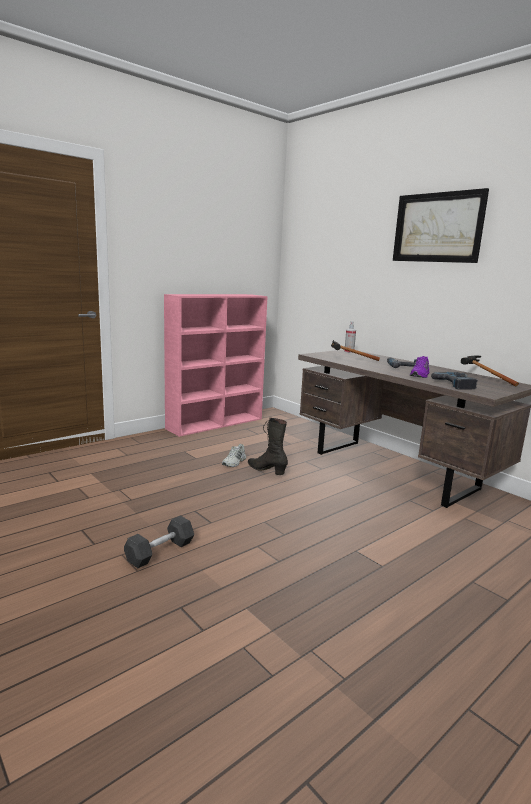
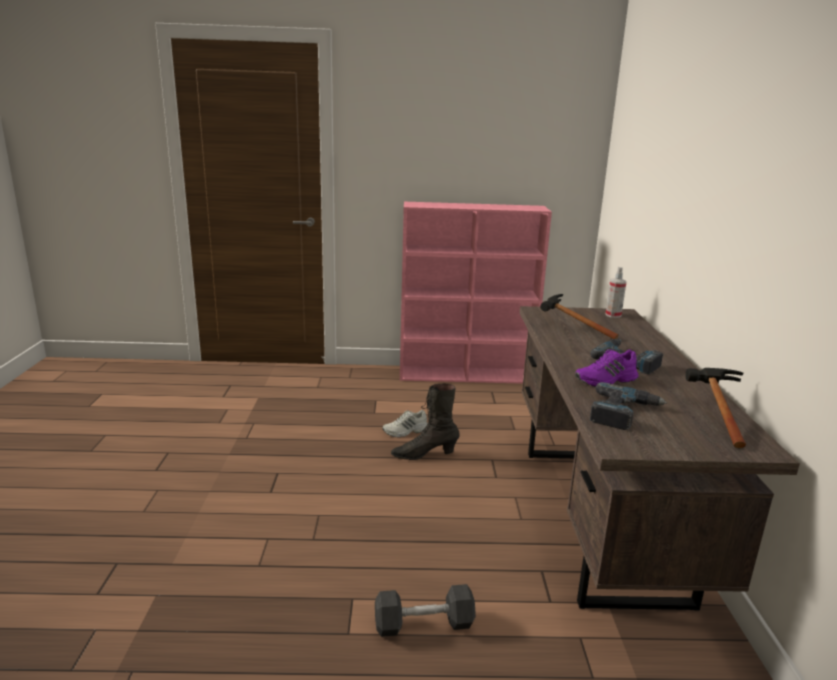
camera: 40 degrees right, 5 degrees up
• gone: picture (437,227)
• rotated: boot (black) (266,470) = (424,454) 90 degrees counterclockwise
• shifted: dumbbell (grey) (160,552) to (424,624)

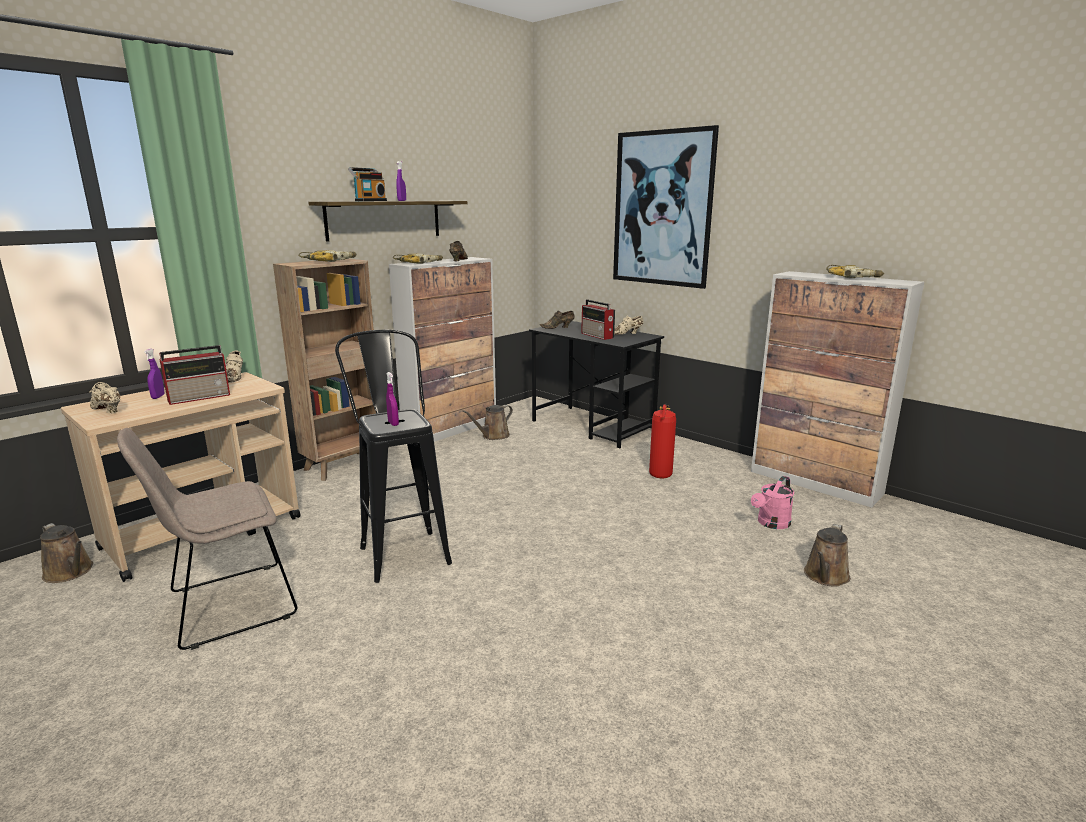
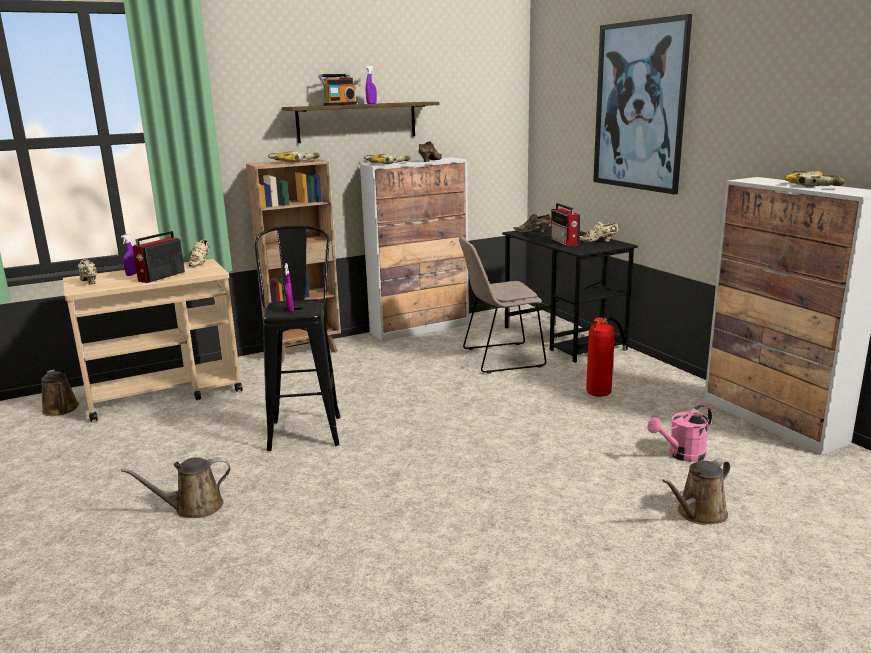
camera: 20 degrees right, 0 degrees up
• rotated: radio (200,397) = (161,277) 135 degrees clockwise
• shifted: watering can (brown) (493,436) to (194,508)
• shifted: chair (beige) (226,606) to (499,358)

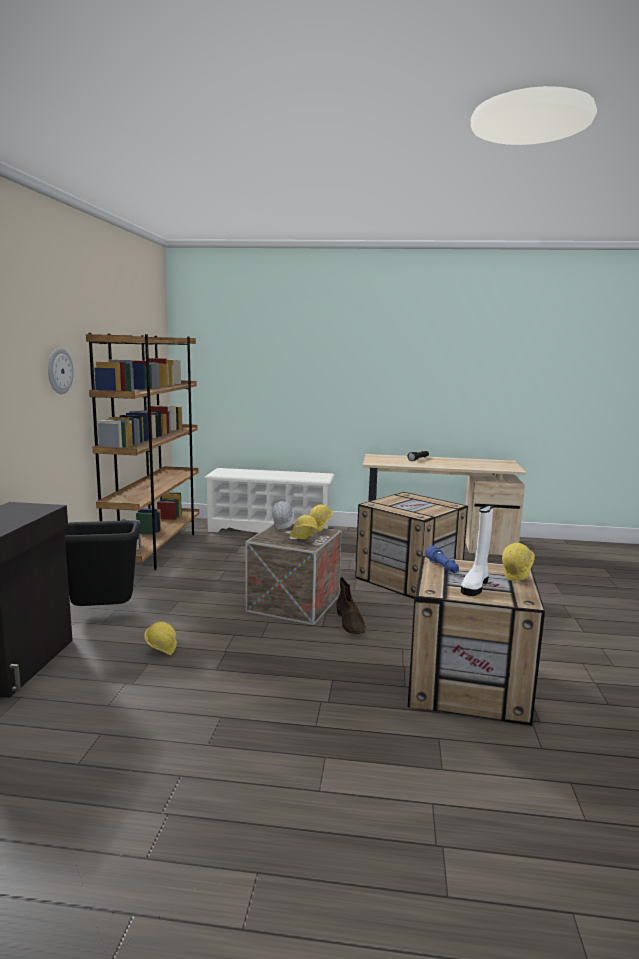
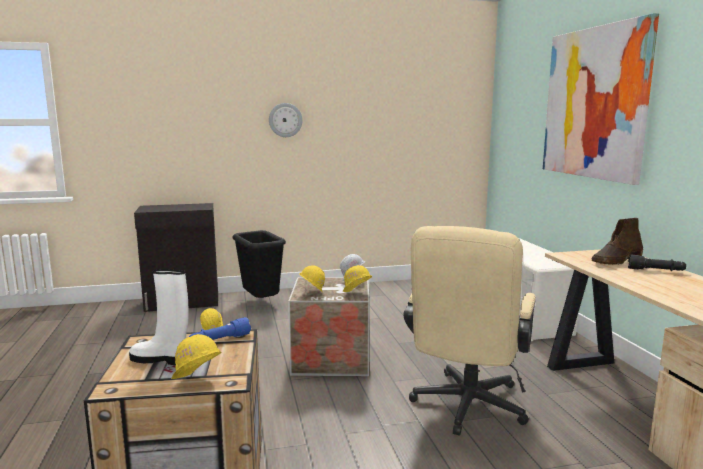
camera: 70 degrees right, 0 degrees up
• gone: bookcase (brown) (155,549)
• swapped: crate (408,578) to office chair (beige) (466,409)
• shifted: boot (brown) (350,623) to (616,261)
• new: picture (594,103)

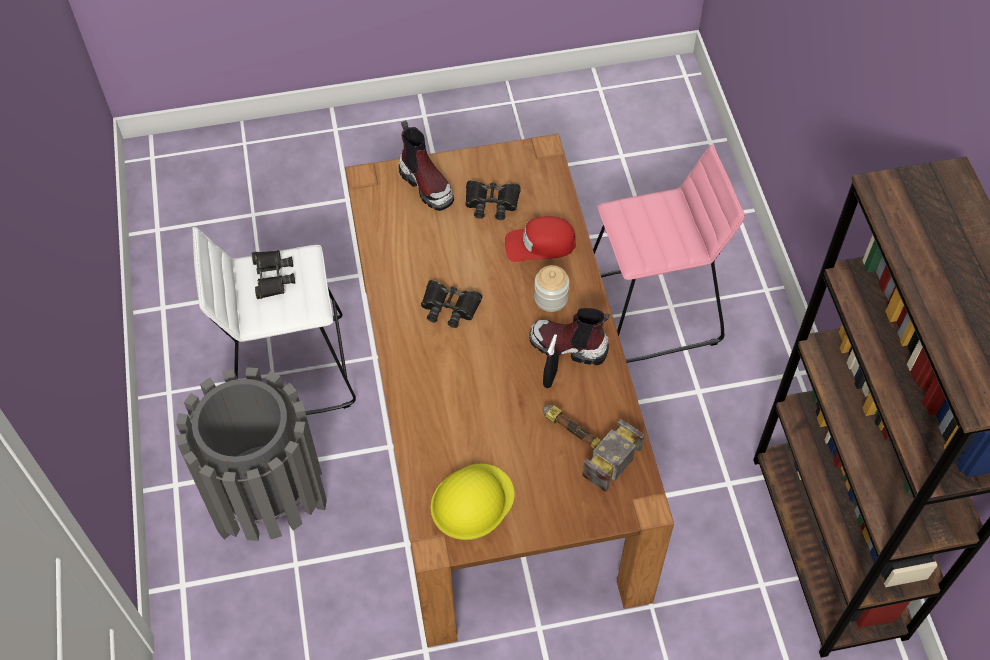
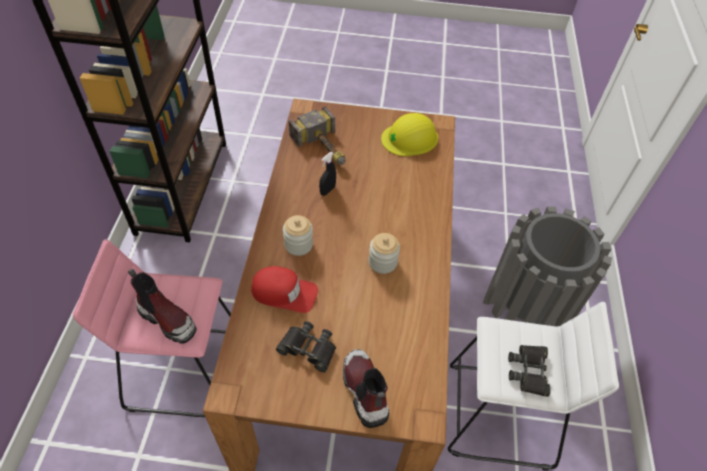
camera: 165 degrees left, 5 degrees down
• swapped: binoculars (black) (450,307) to jar (382,262)
• shifted: boot (568,346) to (168,319)

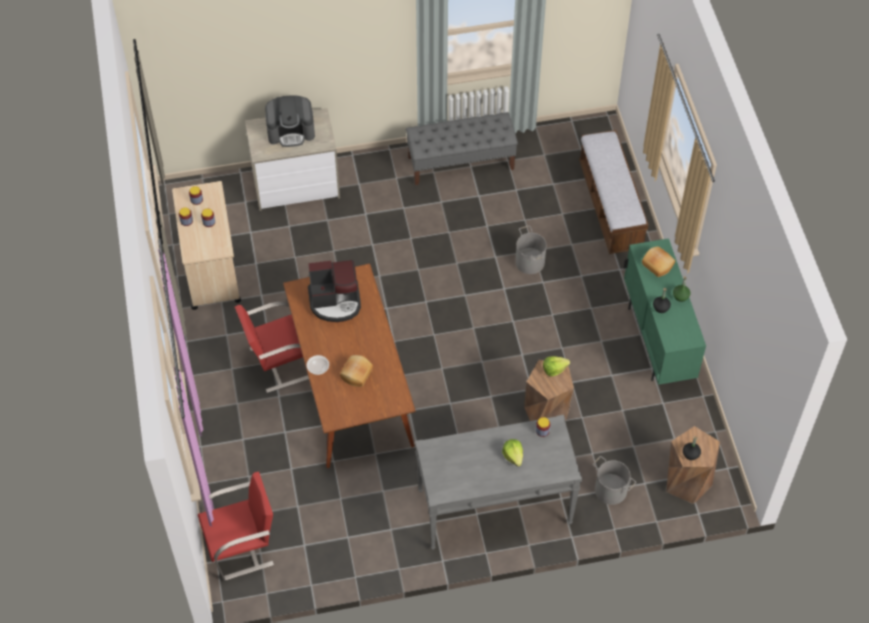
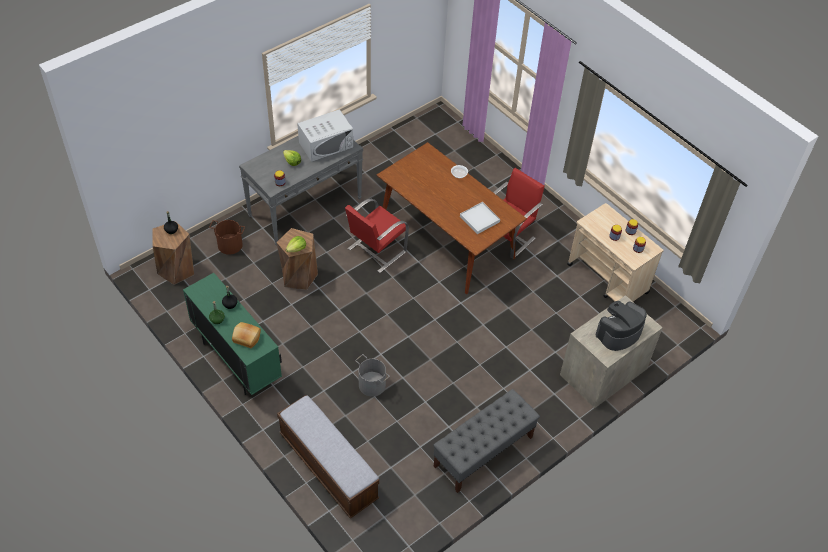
camera: 150 degrees right, 5 degrees down
• swapped: coffee machine (335,302) to tray (white) (479,219)
• gone: bread (356,374)
• repainted: bucket (grey) (610,490) to bucket (brown) (230,244)
• shifted: chair (red) (242,546) to (376,250)
• new: microwave (white) (326,144)

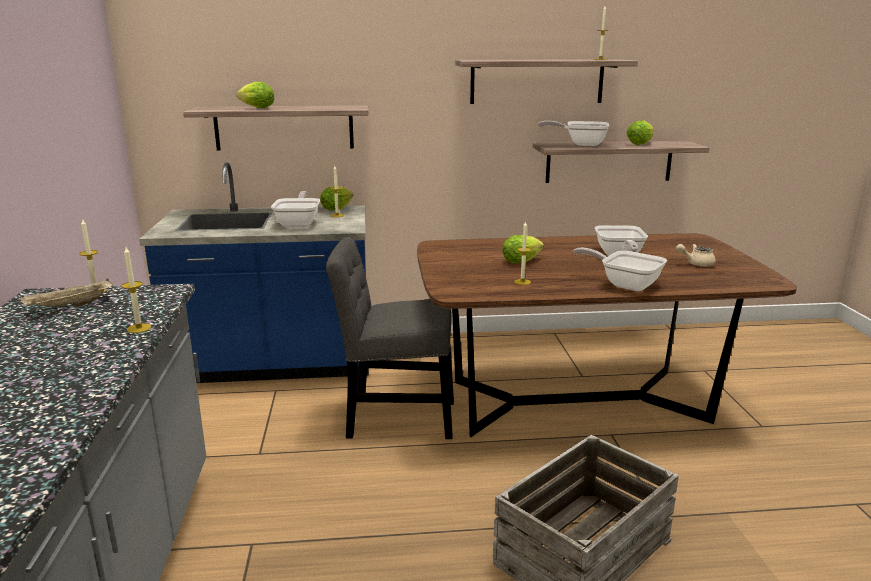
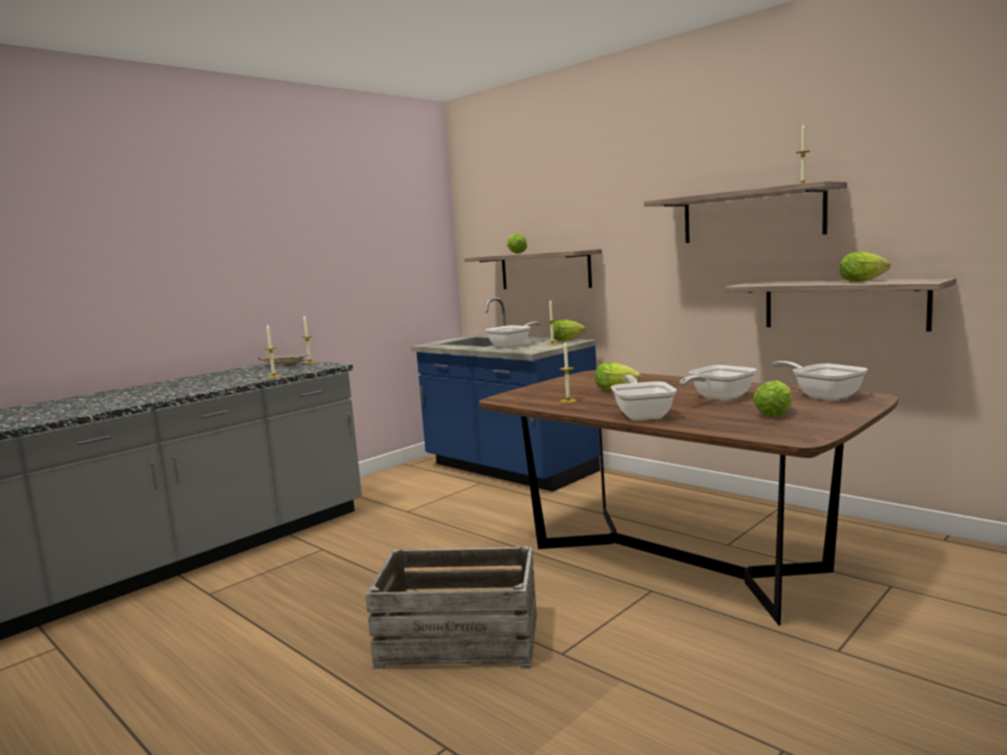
camera: 50 degrees right, 10 degrees down
• shifted: frying pan (581,144) to (823,396)
• gone: chair (grey) (395,418)
• swapped: teapot (beige) (696,264) to lettuce (775,414)

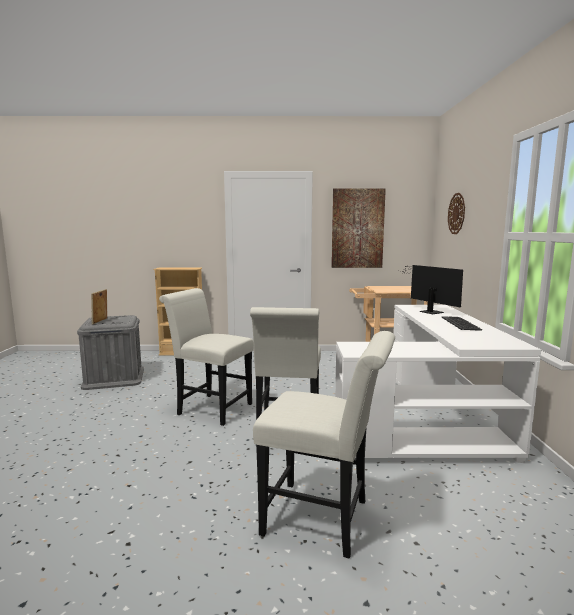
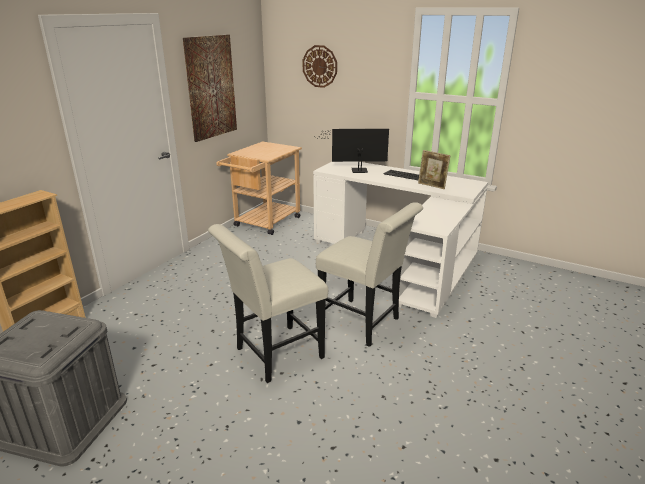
camera: 60 degrees left, 15 degrees up
• shifted: picture frame (100,321) to (432,186)
• gone: chair (white) (324,519)

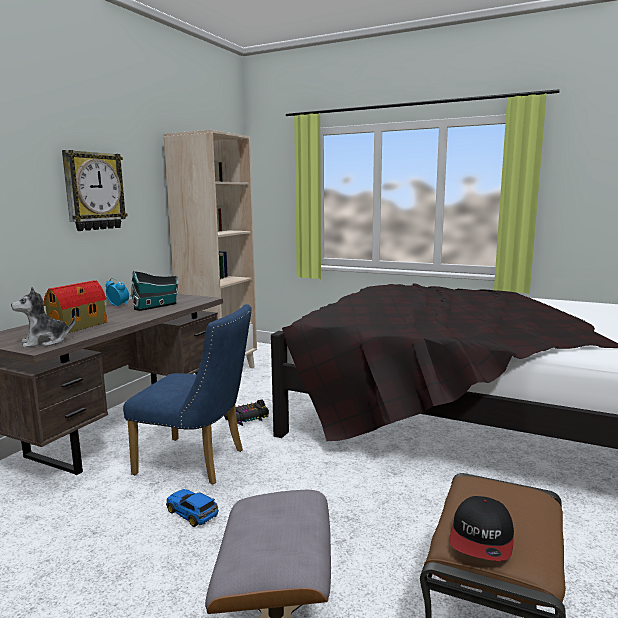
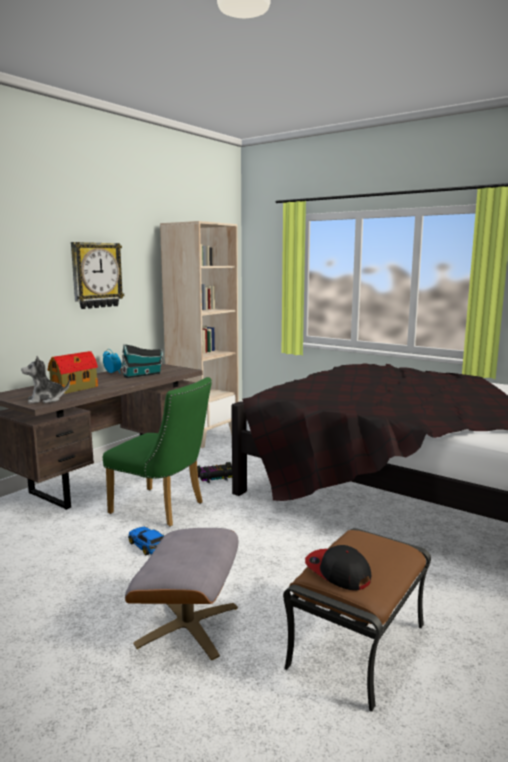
camera: 10 degrees right, 0 degrees up
• repainted: chair (blue) (198,463) to chair (green) (163,509)
• rotated: cap (482,538) = (337,572) 105 degrees clockwise

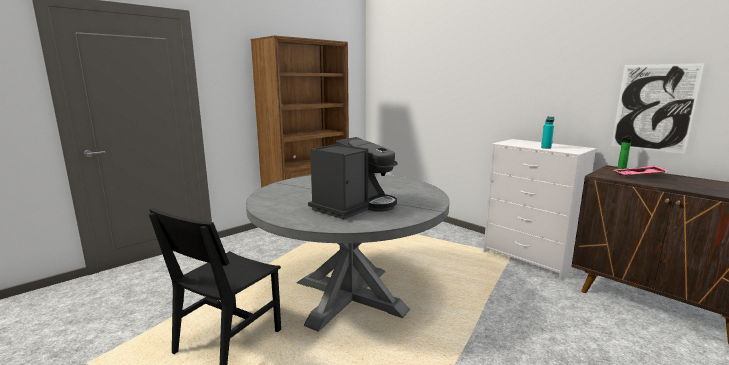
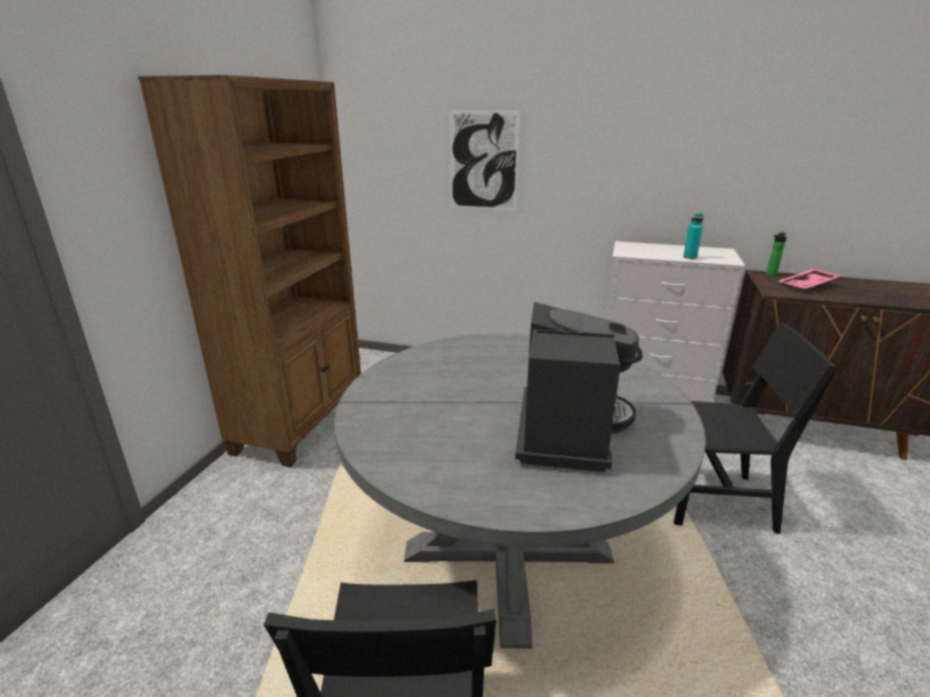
camera: 30 degrees left, 10 degrees up
• shifted: picture (653,108) to (483,161)
• new: chair (black) (713,500)

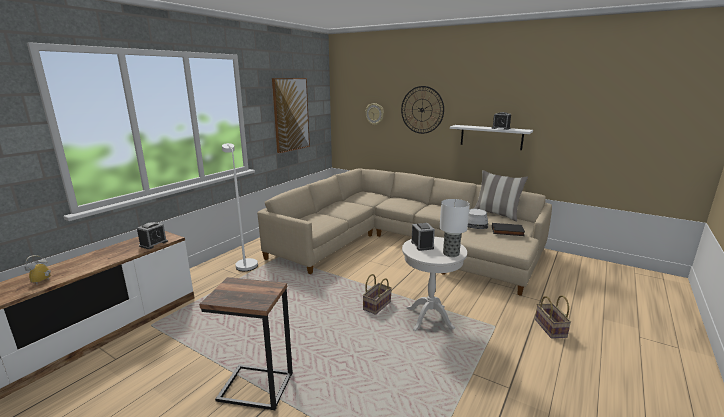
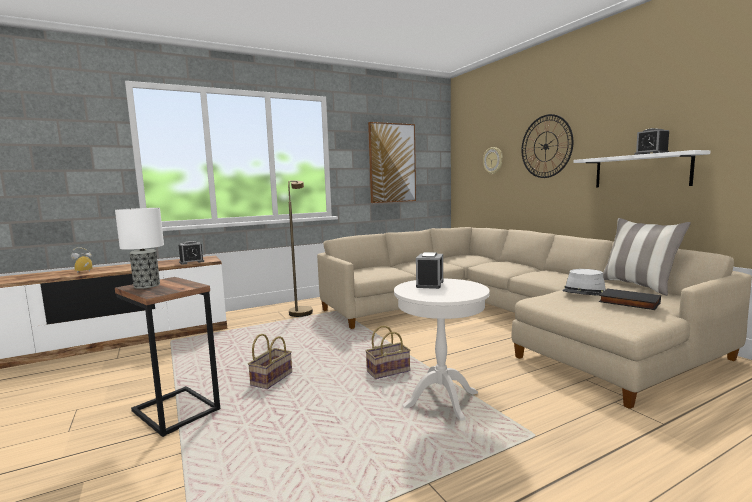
camera: 30 degrees right, 10 degrees down
• repainted: floor lamp (white) (245,264) to floor lamp (brown) (301,311)
• shifted: table lamp (451,254) to (146,286)
• shifted: basket (549,328) to (271,379)

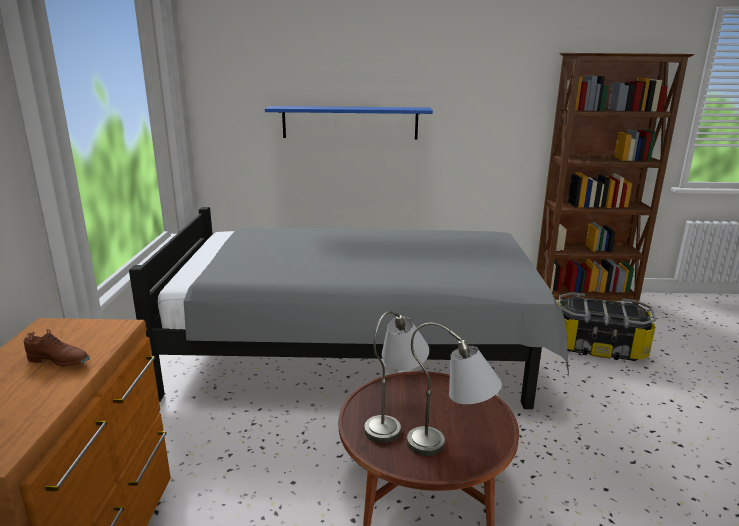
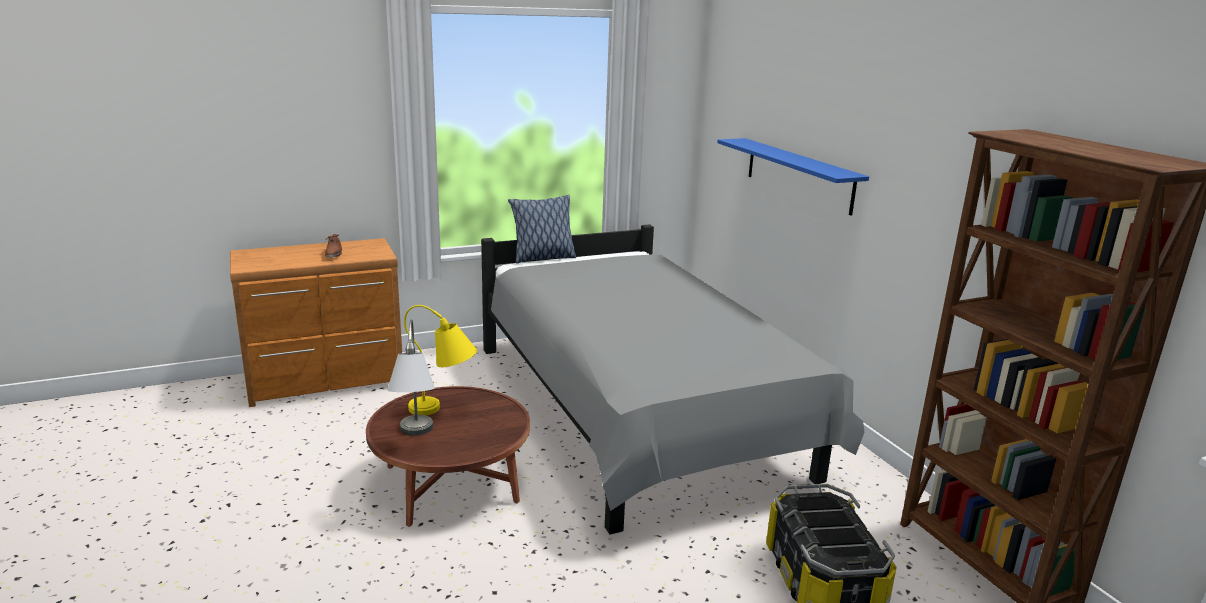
camera: 65 degrees right, 0 degrees up
• repainted: table lamp (grey) (395,418) to table lamp (yellow) (444,410)
• new: pillow (542,258)

